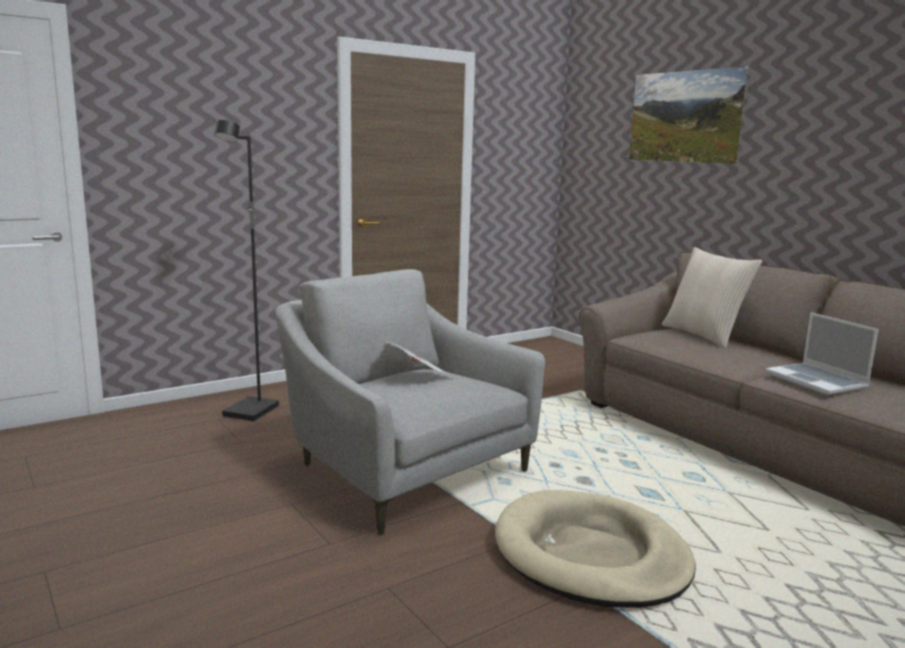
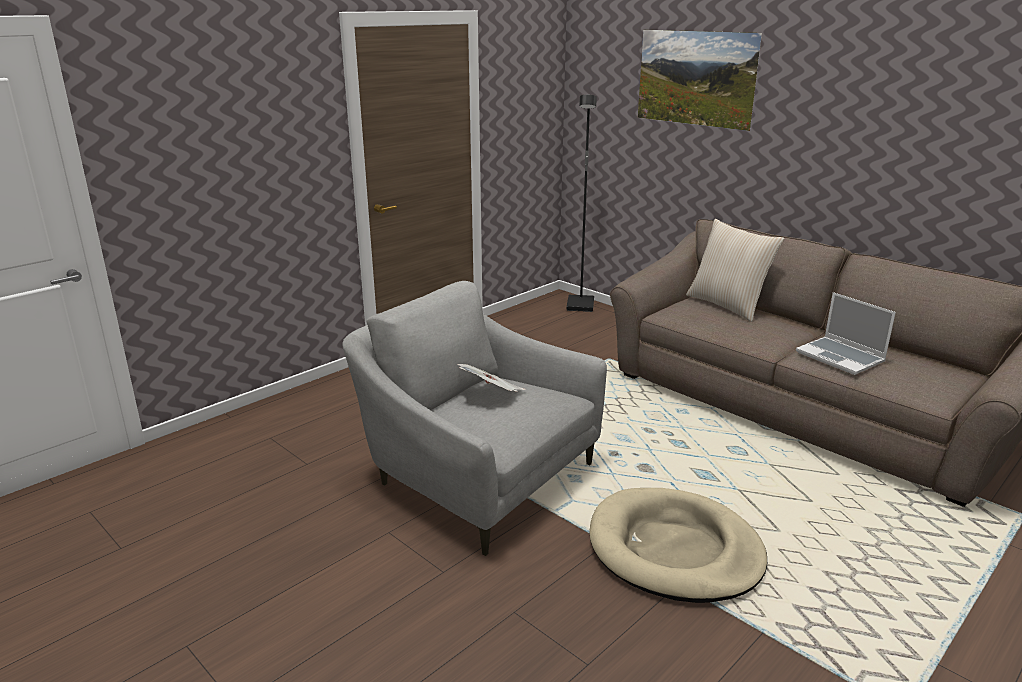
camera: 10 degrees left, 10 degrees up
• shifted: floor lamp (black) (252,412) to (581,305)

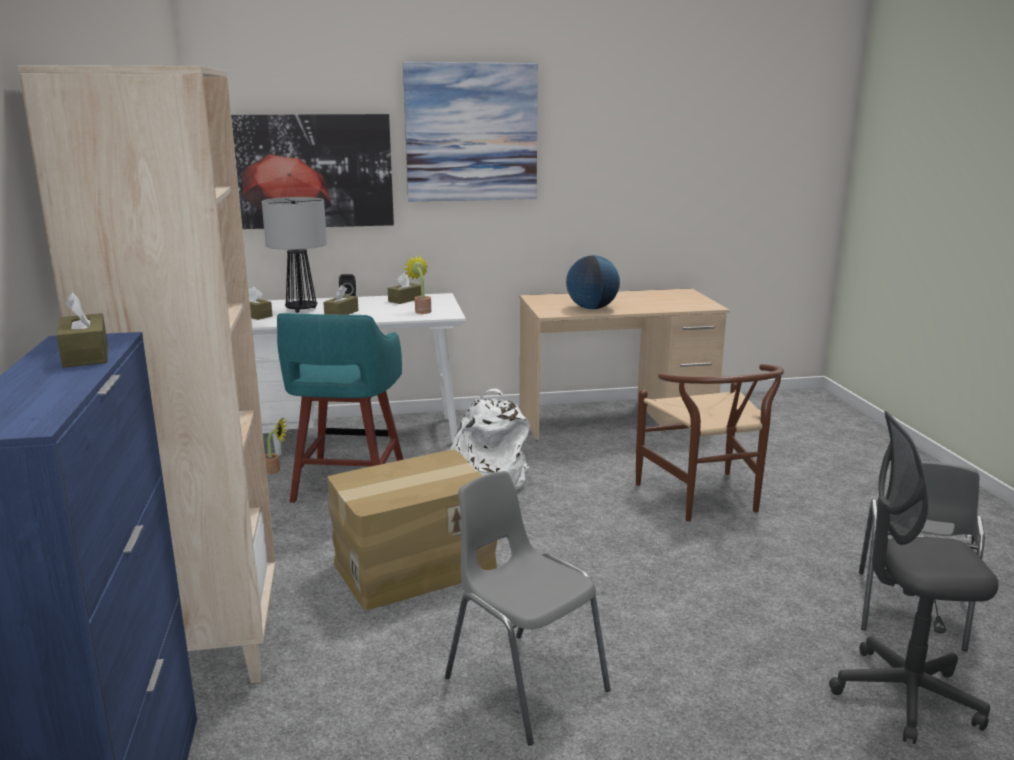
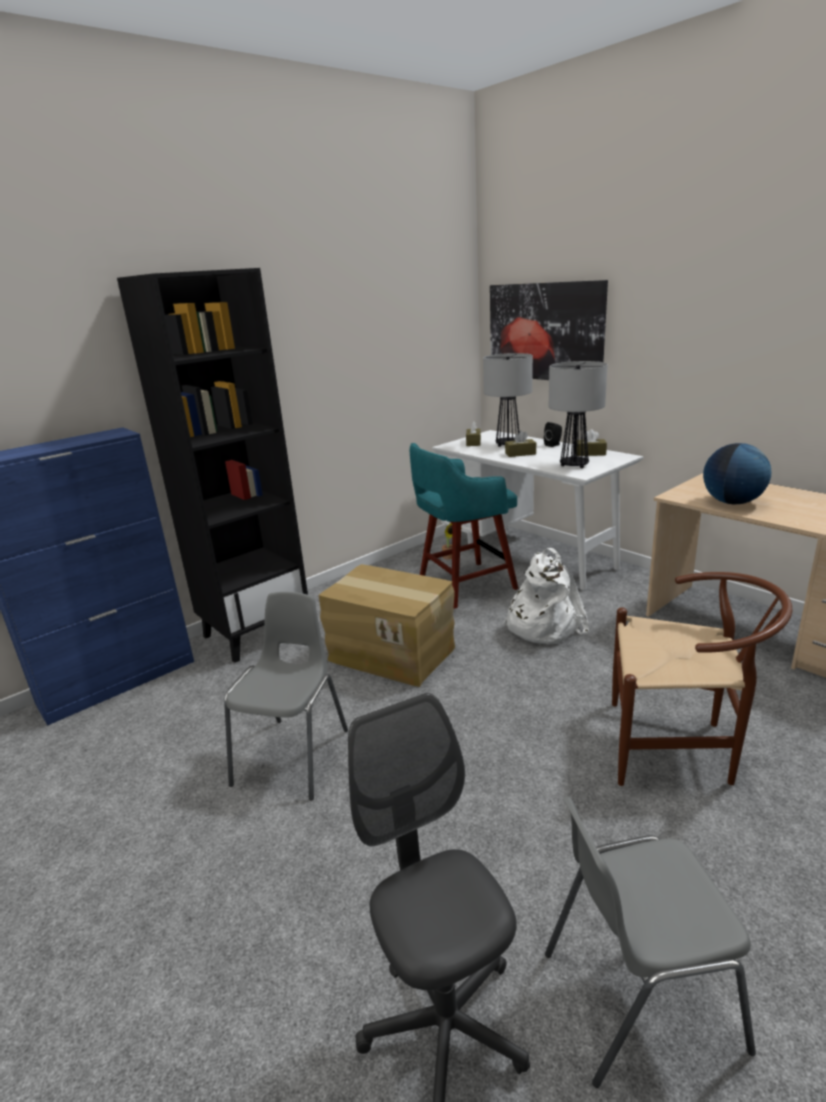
camera: 60 degrees right, 5 degrees up
• gone: picture (471,133)
• repainted: bookcase (beige) (208,644) to bookcase (black) (256,632)
• swapped: potted plant (421,311) to table lamp (573,465)
• gone: tissue box (brown) (85,355)
• rotated: chair (brown) (706,500) = (680,747) 120 degrees counterclockwise

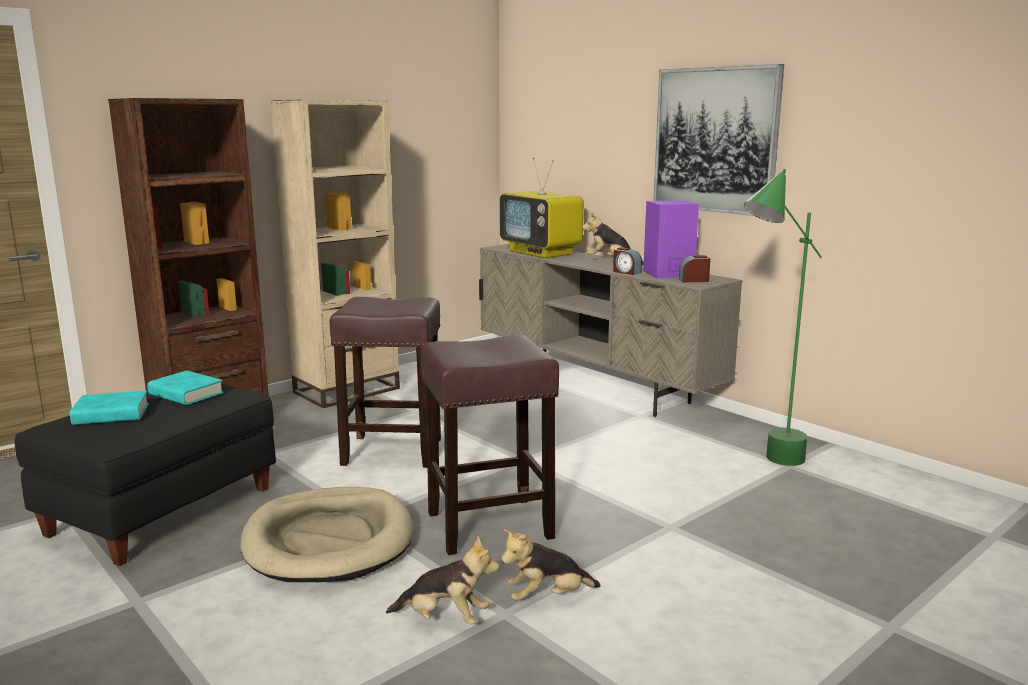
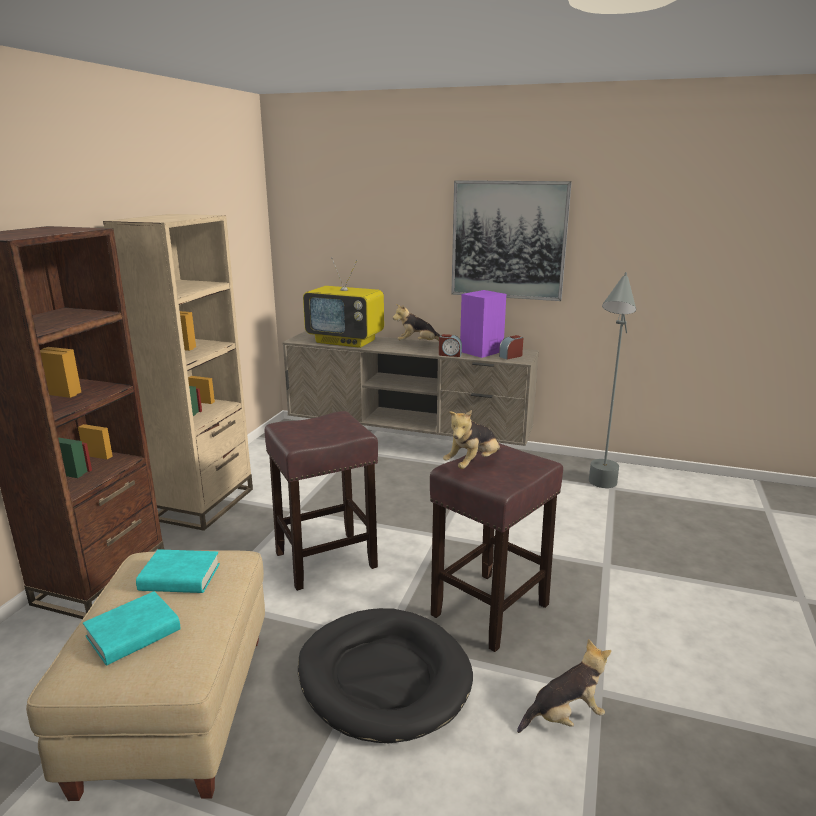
camera: 30 degrees left, 5 degrees up
• repainted: floor lamp (green) (766,466) to floor lamp (grey) (599,492)
• repainted: ottoman (black) (161,510) to ottoman (beige) (175,709)
• repainted: dog bed (beige) (329,541) to dog bed (black) (384,677)
• shifted: plush toy (547,597) to (473,464)

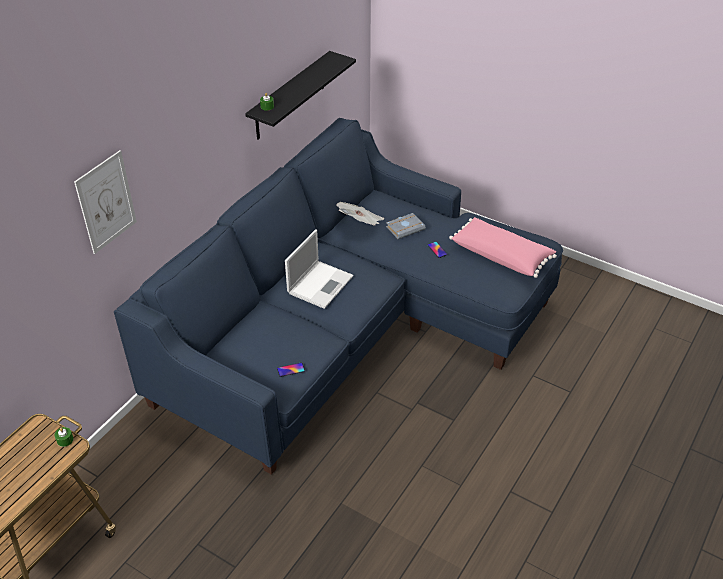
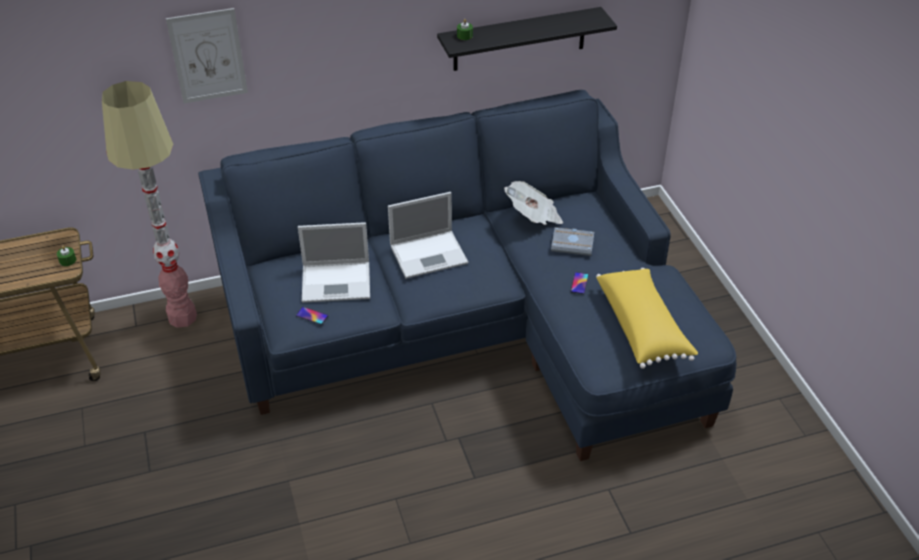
camera: 40 degrees right, 0 degrees up
• repainted: pillow (pink) (501,255) to pillow (yellow) (642,327)
• new: floor lamp (182,317)
• new: laptop (337,282)

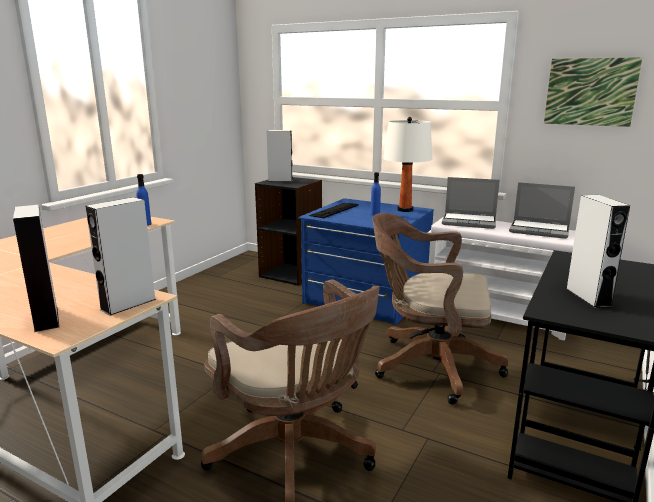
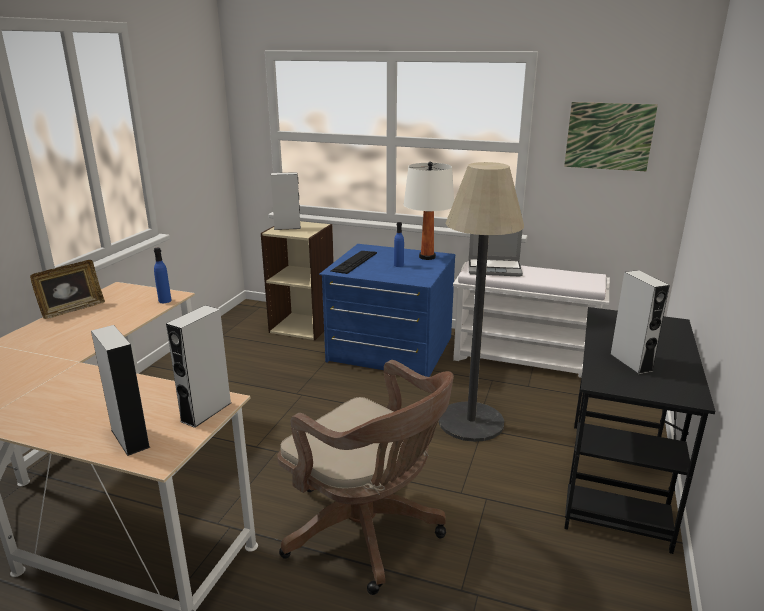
camera: 10 degrees left, 5 degrees up
• repainted: bookcase (black) (291,273) to bookcase (beige) (303,326)
• gone: laptop (540,230)
• swapped: office chair (brown) (429,365) to floor lamp (470,422)
• new: picture frame (72,309)

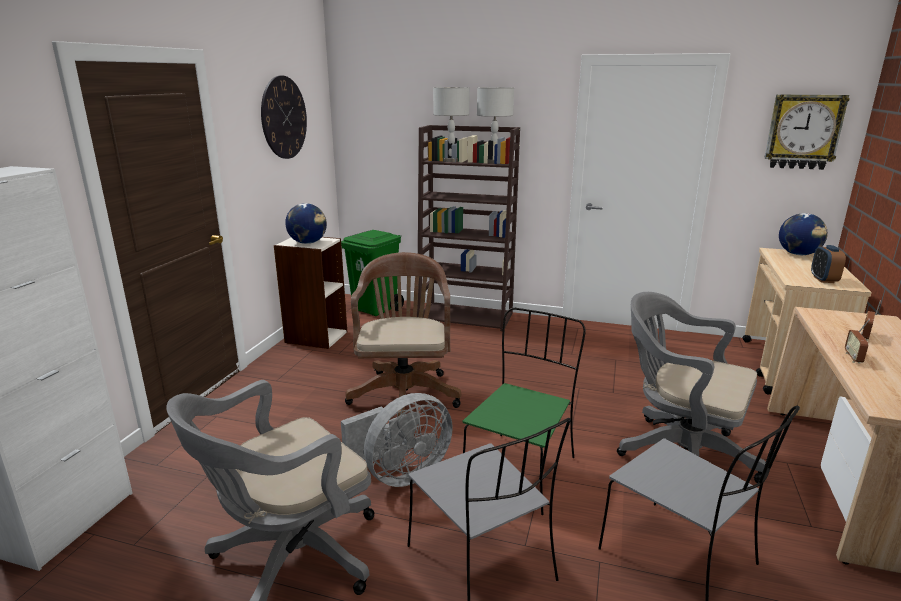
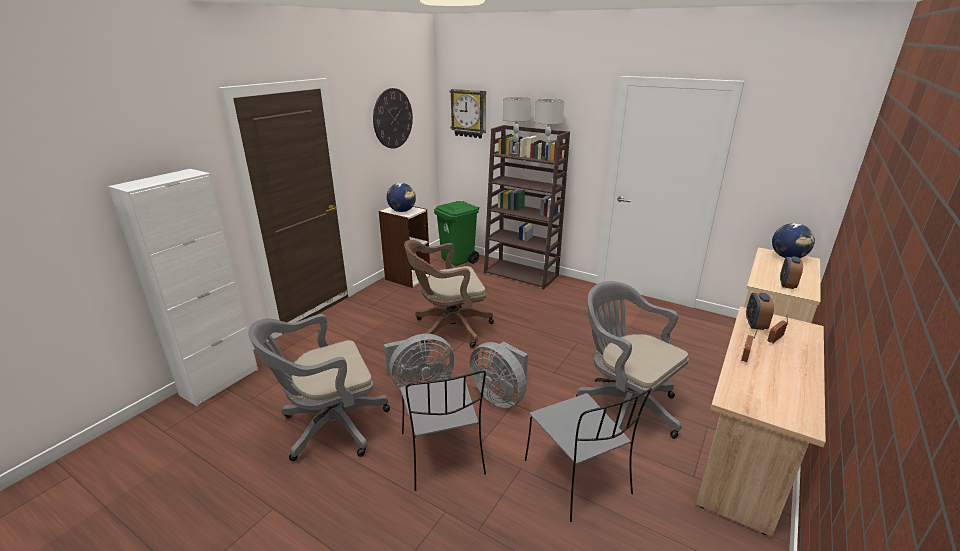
camera: 15 degrees right, 5 degrees up
• shifted: wall clock (803,132) to (469,113)
• rotated: office chair (brown) (405,393) = (448,328) 120 degrees counterclockwise
• swapped: chair (green) (520,469) to fan (grey) (500,396)
• new: alarm clock (755,324)

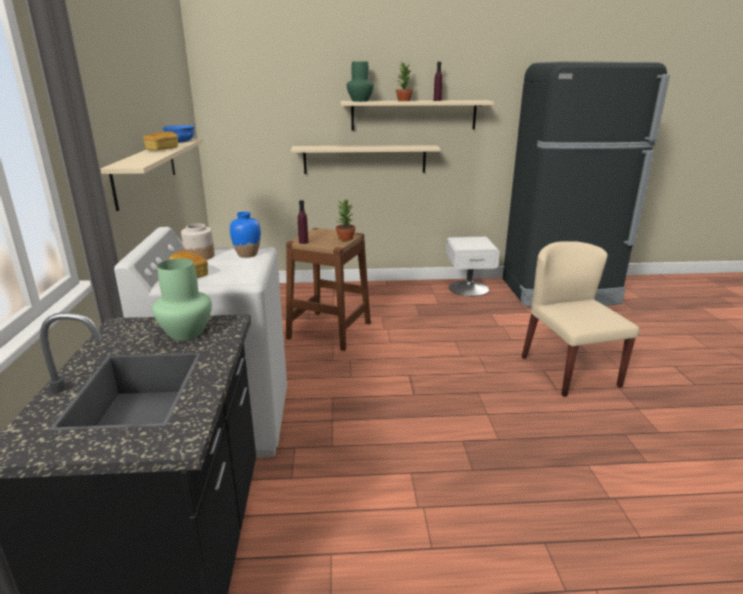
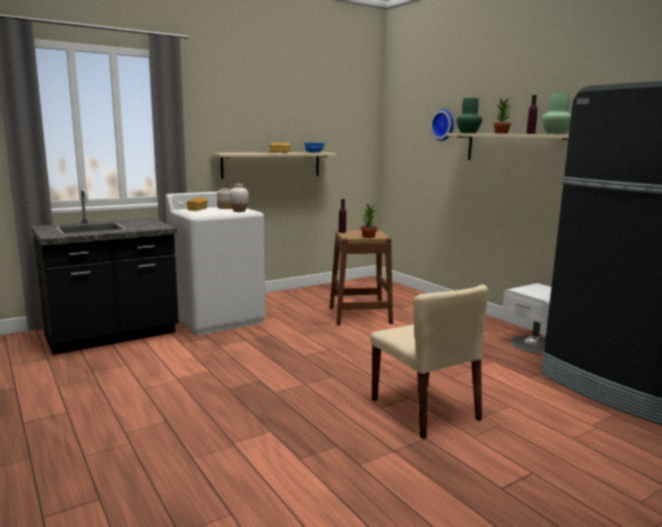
camera: 60 degrees right, 10 degrees down
• gone: shelf (beige) (365,159)
• repainted: vase (blue) (247,254) to vase (white) (239,211)
• rotated: chair (beige) (569,371) = (425,410) 105 degrees clockwise
• shifted: vase (green) (185,333) to (555,134)
• new: wall clock (444,125)

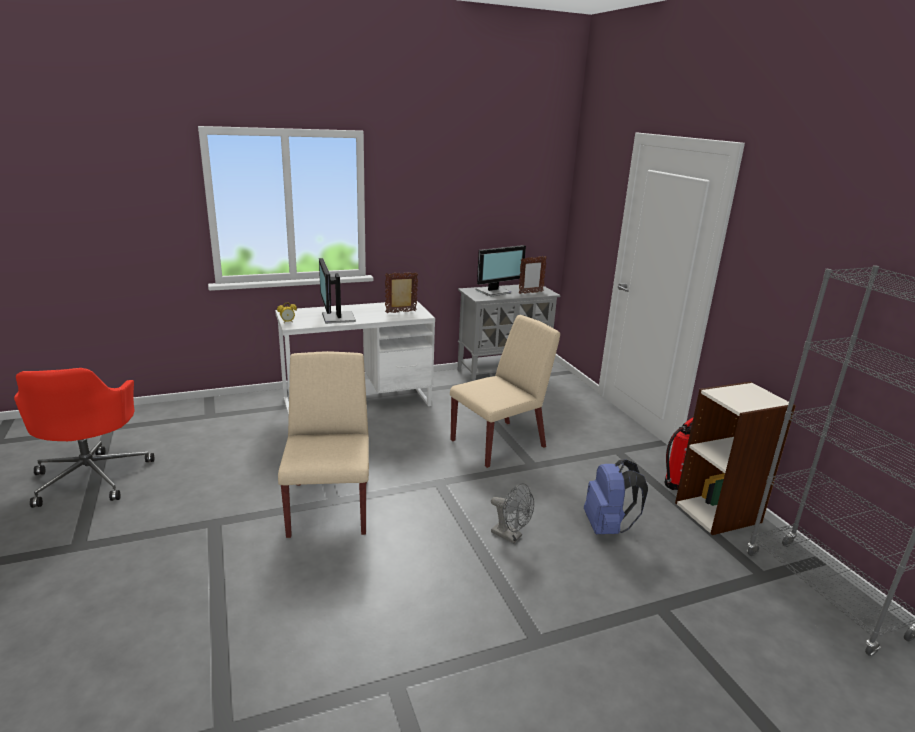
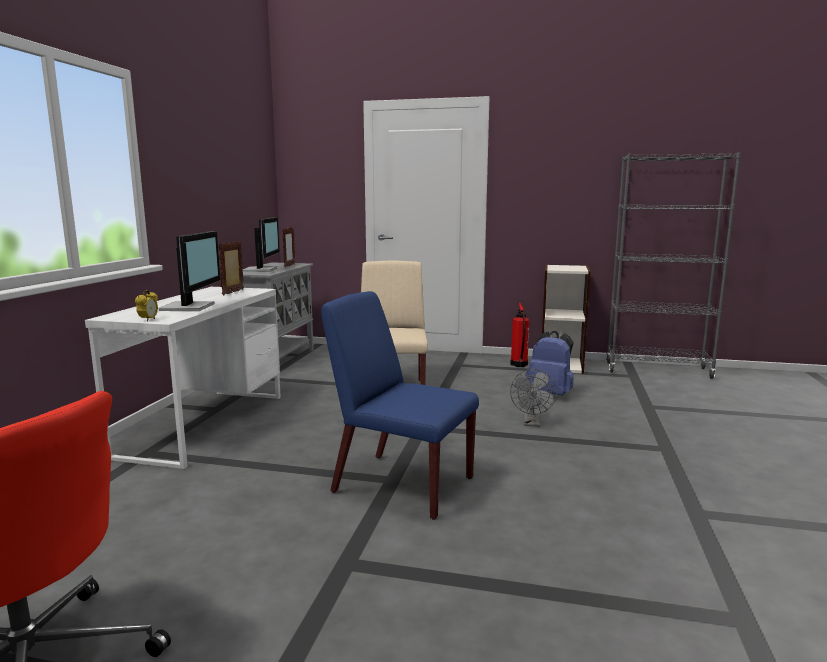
camera: 55 degrees left, 10 degrees down
• rotated: monitor (337,318) = (190,307) 105 degrees counterclockwise
• repainted: chair (beige) (329,507) to chair (blue) (401,484)
• rotated: fan (grey) (511,536) = (532,423) 120 degrees clockwise

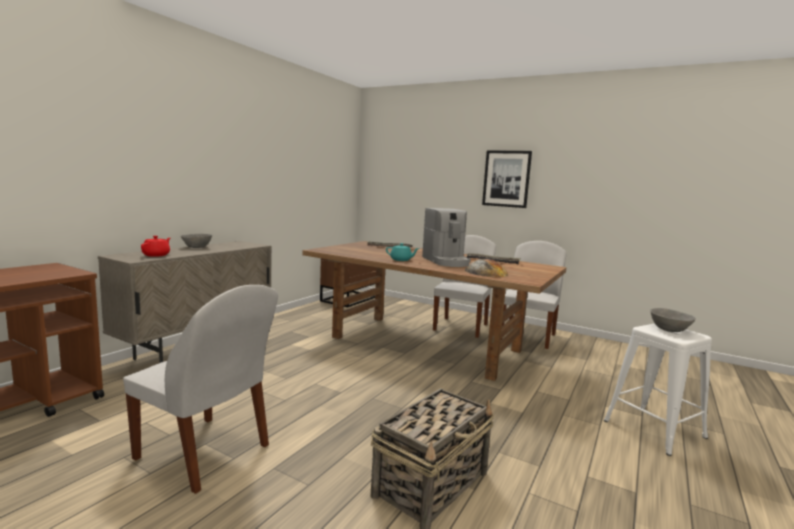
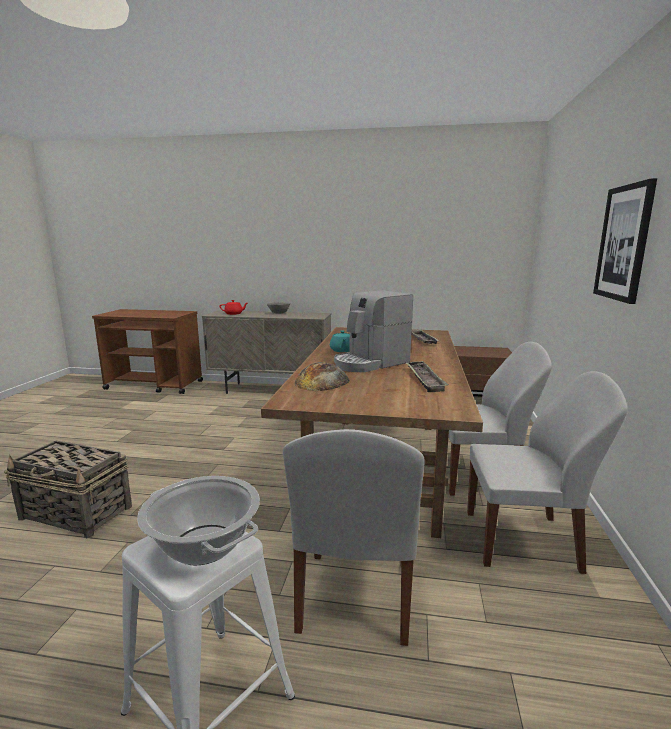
camera: 70 degrees right, 5 degrees up
• shifted: chair (white) (205,453) to (354,599)
• swapped: bowl (grey) (669,330) to cooking pot (203,544)

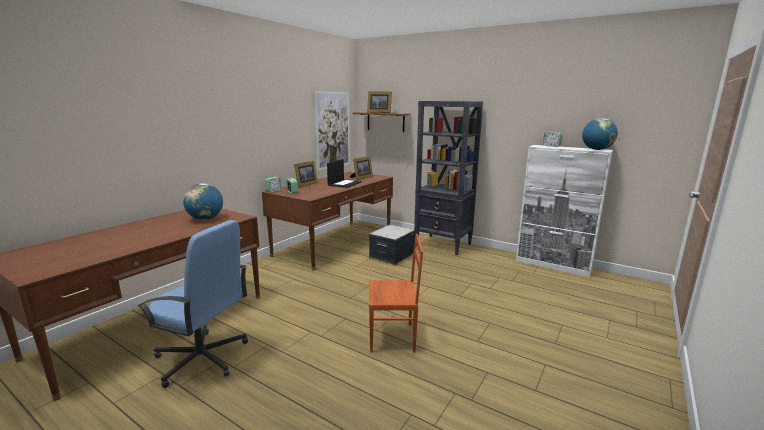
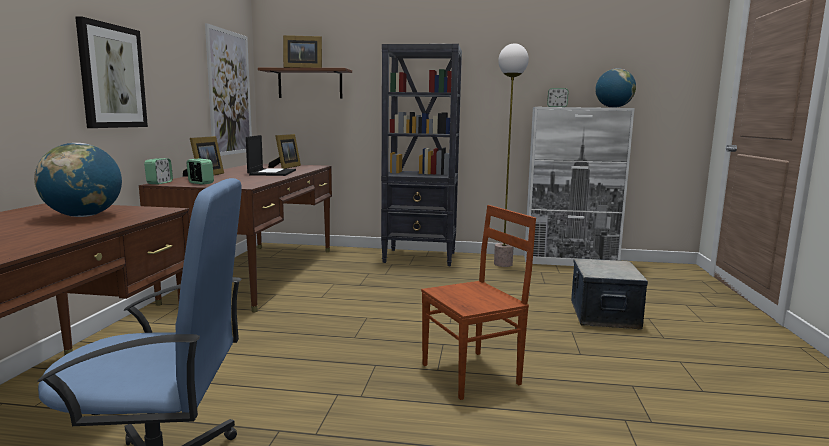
camera: 25 degrees left, 5 degrees down
• shifted: storage box (391,255) to (603,314)
• new: picture (112,76)
• new: floor lamp (503,264)

